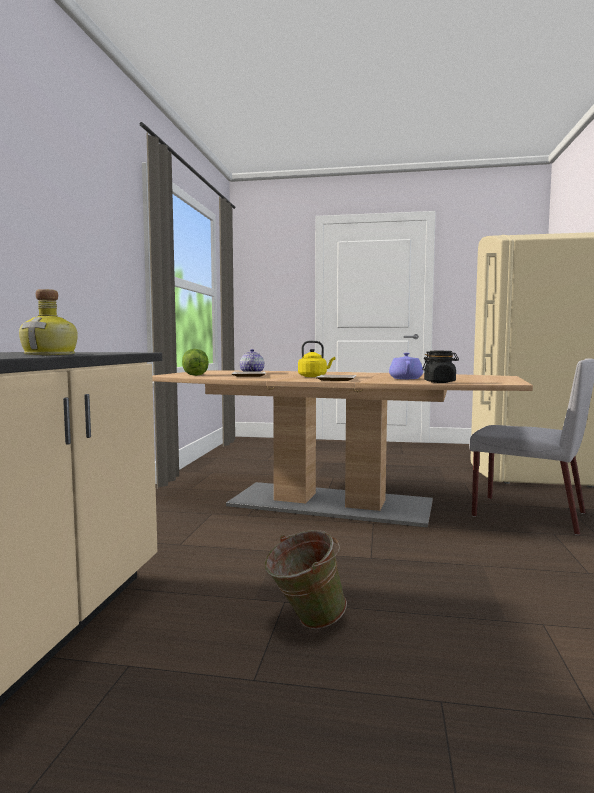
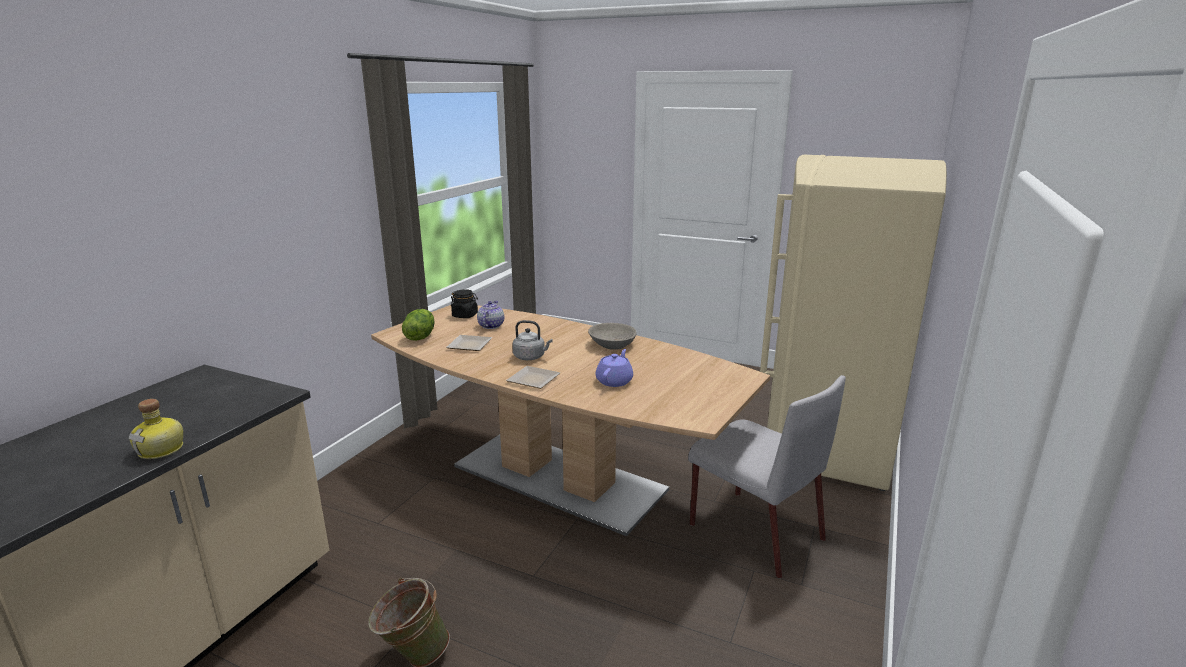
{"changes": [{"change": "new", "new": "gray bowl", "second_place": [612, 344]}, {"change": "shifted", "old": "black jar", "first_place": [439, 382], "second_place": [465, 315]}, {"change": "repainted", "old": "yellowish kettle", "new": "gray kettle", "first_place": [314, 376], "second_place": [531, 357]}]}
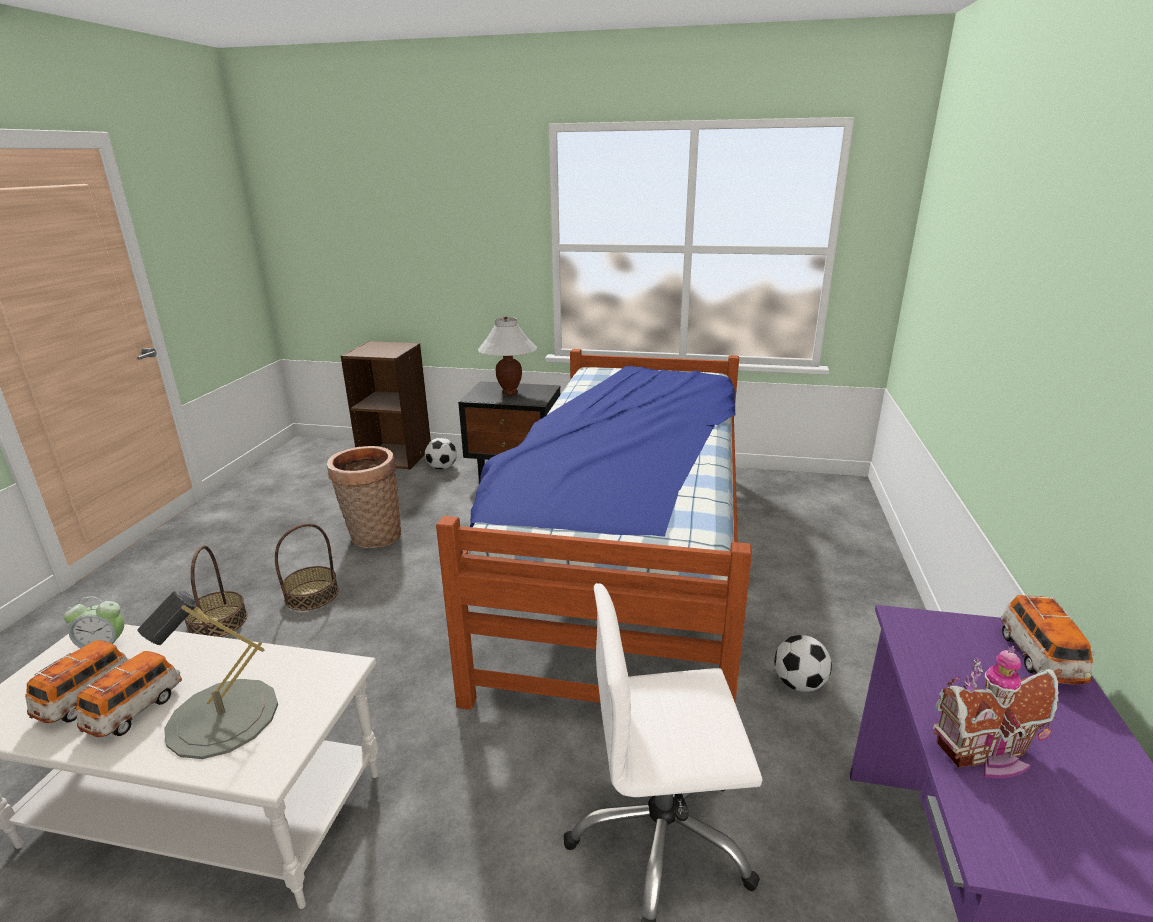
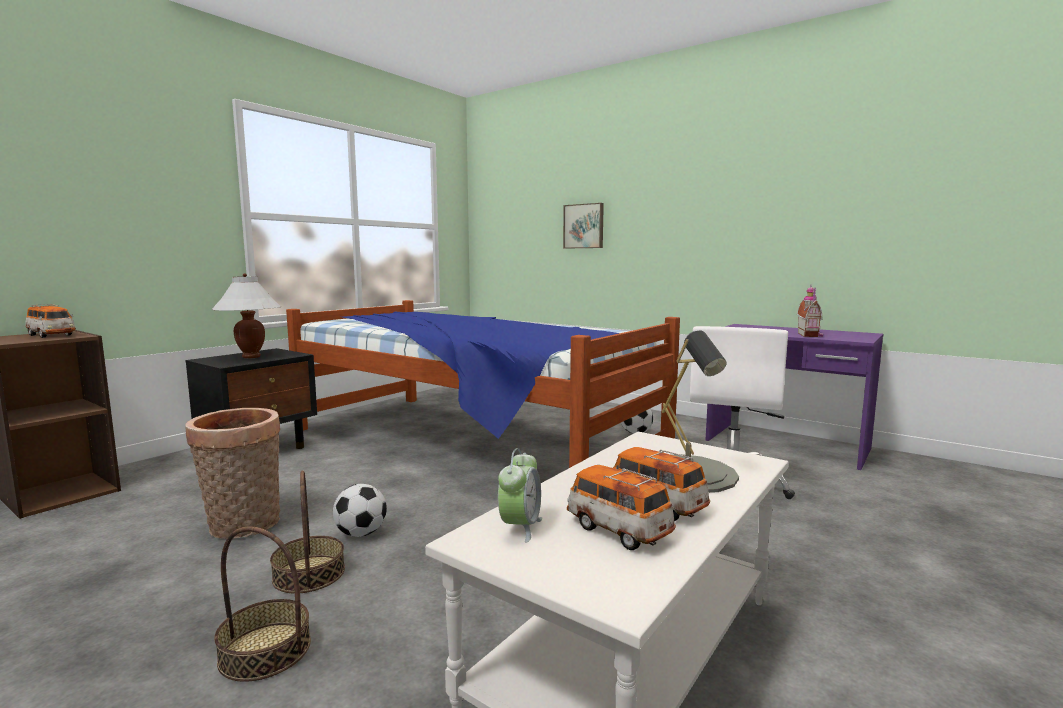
{"changes": [{"change": "new", "new": "wall art", "second_place": [584, 226]}, {"change": "shifted", "old": "football ball", "first_place": [442, 467], "second_place": [361, 533]}, {"change": "shifted", "old": "toy car", "first_place": [1039, 658], "second_place": [51, 335]}]}
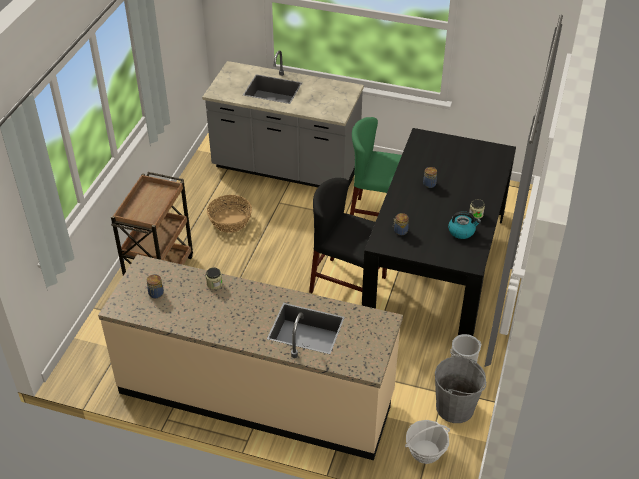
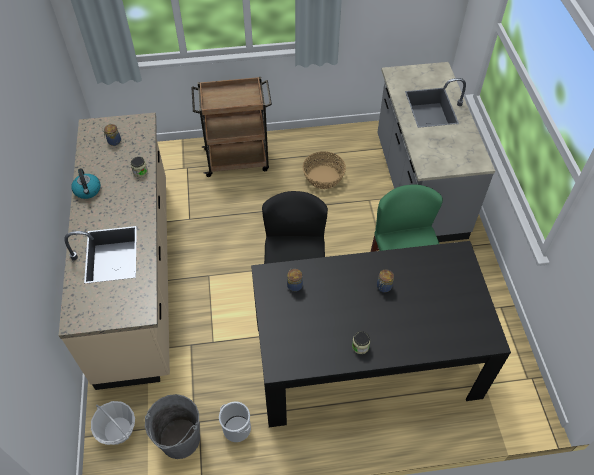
{"changes": [{"change": "shifted", "old": "kettle", "first_place": [462, 231], "second_place": [88, 190]}]}
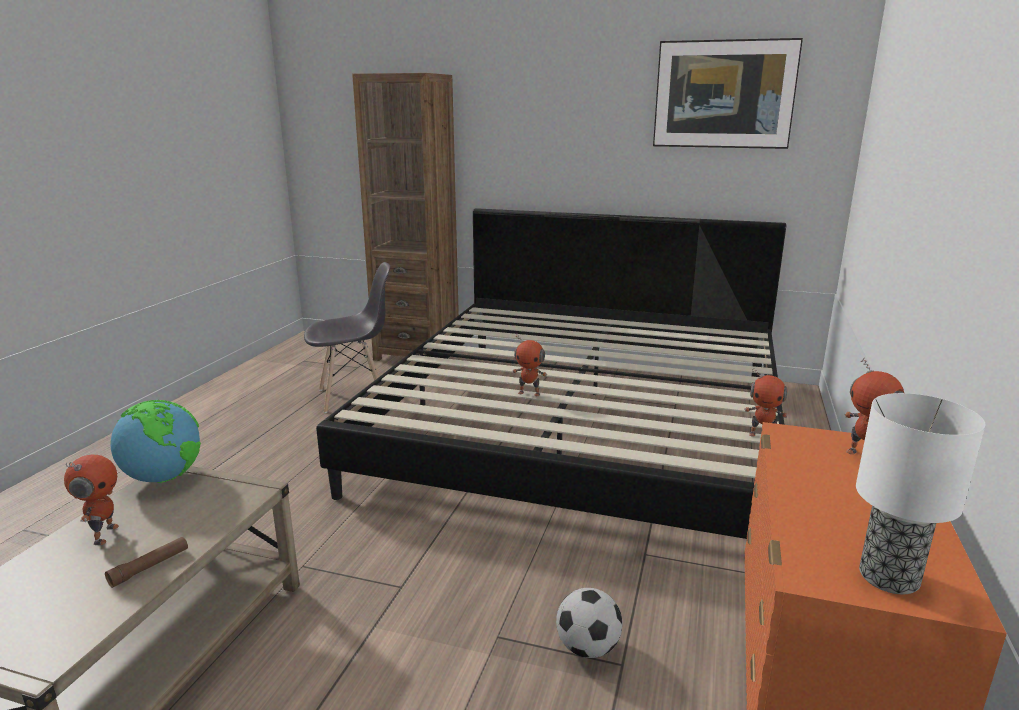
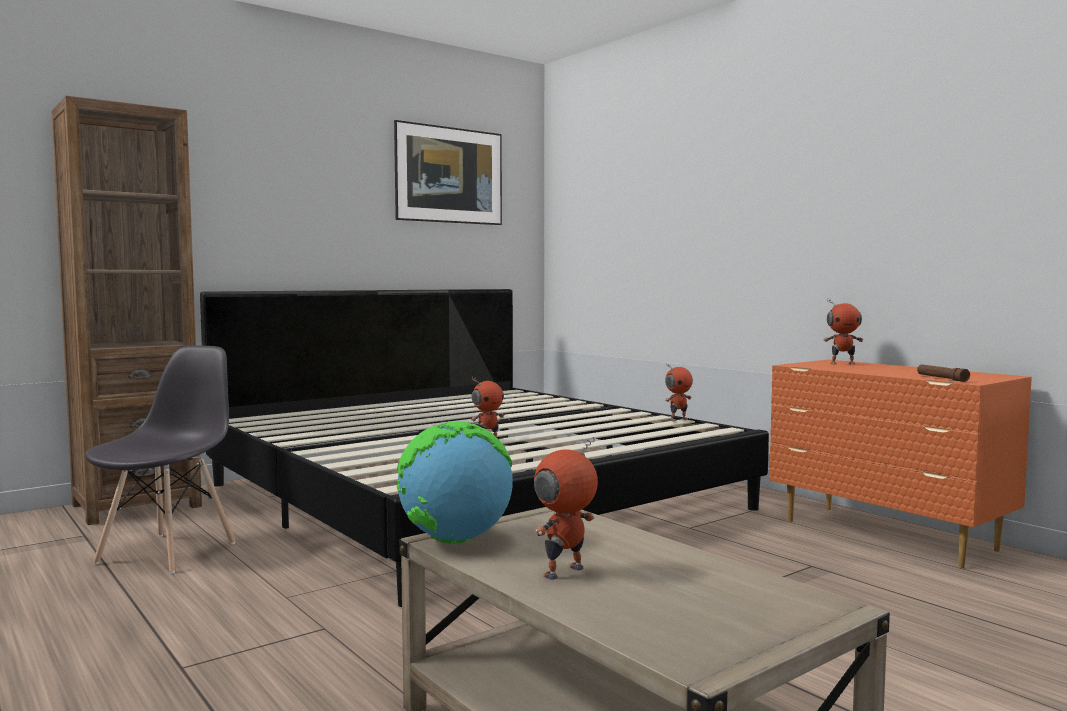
{"changes": [{"change": "gone", "old": "football ball", "first_place": [587, 648]}, {"change": "gone", "old": "lamp for a table", "first_place": [887, 577]}, {"change": "shifted", "old": "brown hand torch", "first_place": [150, 567], "second_place": [941, 378]}, {"change": "rotated", "old": "toy robot", "first_place": [104, 534], "second_place": [565, 573], "degrees": -75}]}
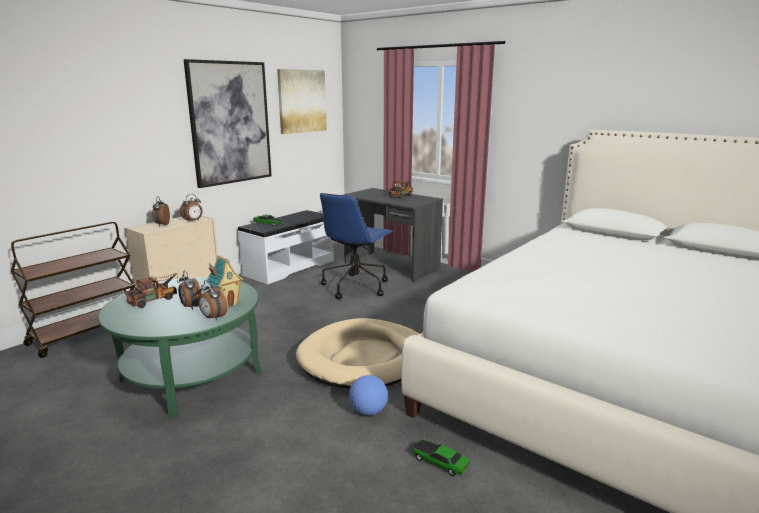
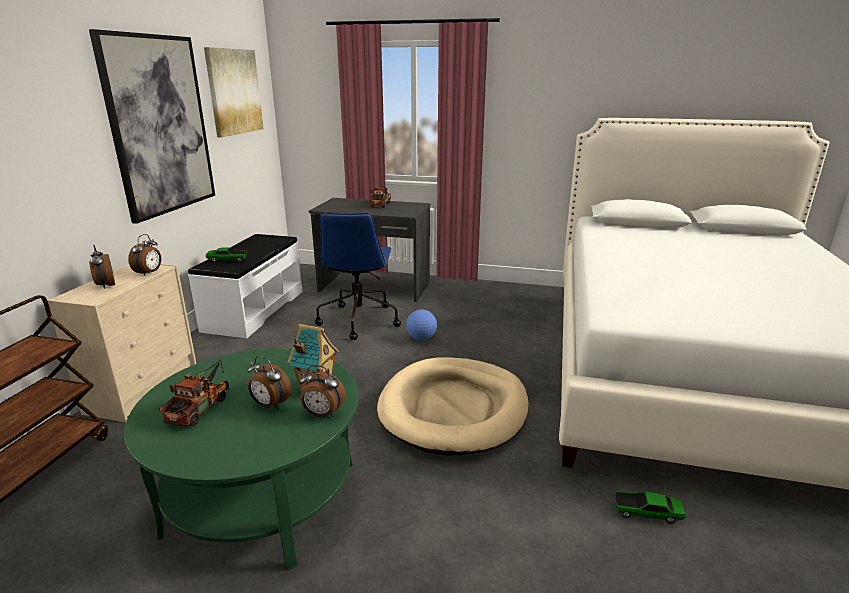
{"changes": [{"change": "shifted", "old": "football ball", "first_place": [368, 411], "second_place": [421, 338]}]}
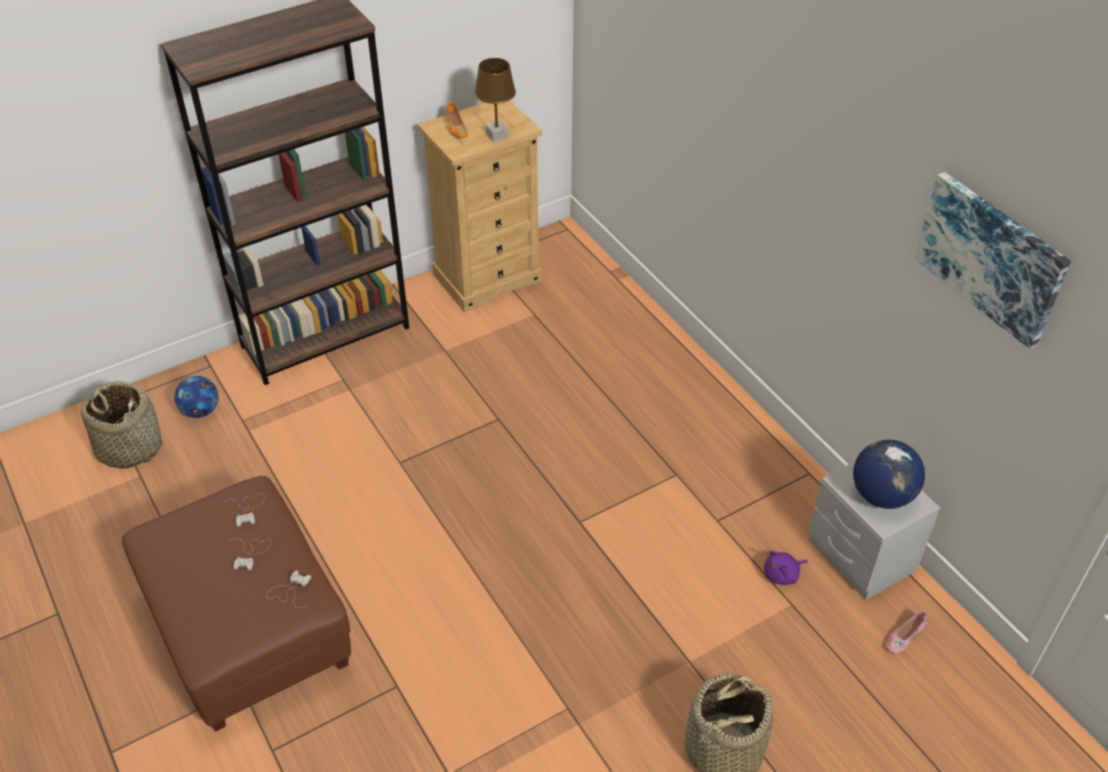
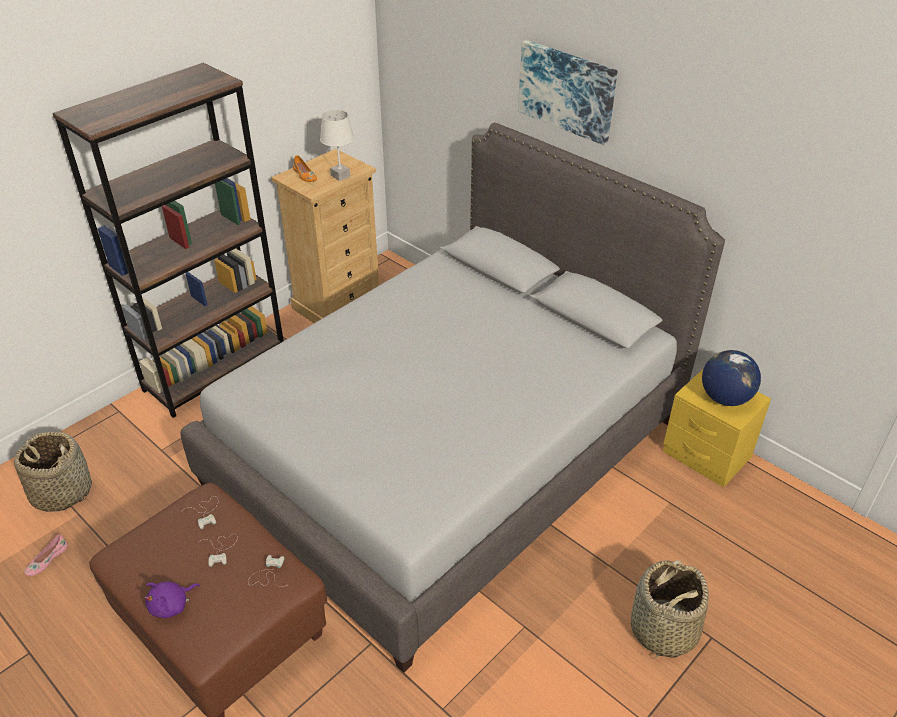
{"changes": [{"change": "gone", "old": "football ball", "first_place": [201, 411]}, {"change": "new", "new": "gray sleeping bed", "second_place": [449, 452]}, {"change": "shifted", "old": "purplish soft toy", "first_place": [782, 575], "second_place": [172, 605]}, {"change": "shifted", "old": "pink-coloured item of footwear", "first_place": [904, 636], "second_place": [47, 559]}, {"change": "shifted", "old": "wall art", "first_place": [991, 257], "second_place": [567, 90]}, {"change": "repainted", "old": "brown lamp for a table", "new": "whitish lamp for a table", "first_place": [496, 135], "second_place": [340, 176]}, {"change": "repainted", "old": "gray nightstand", "new": "yellowish nightstand", "first_place": [861, 555], "second_place": [706, 454]}]}
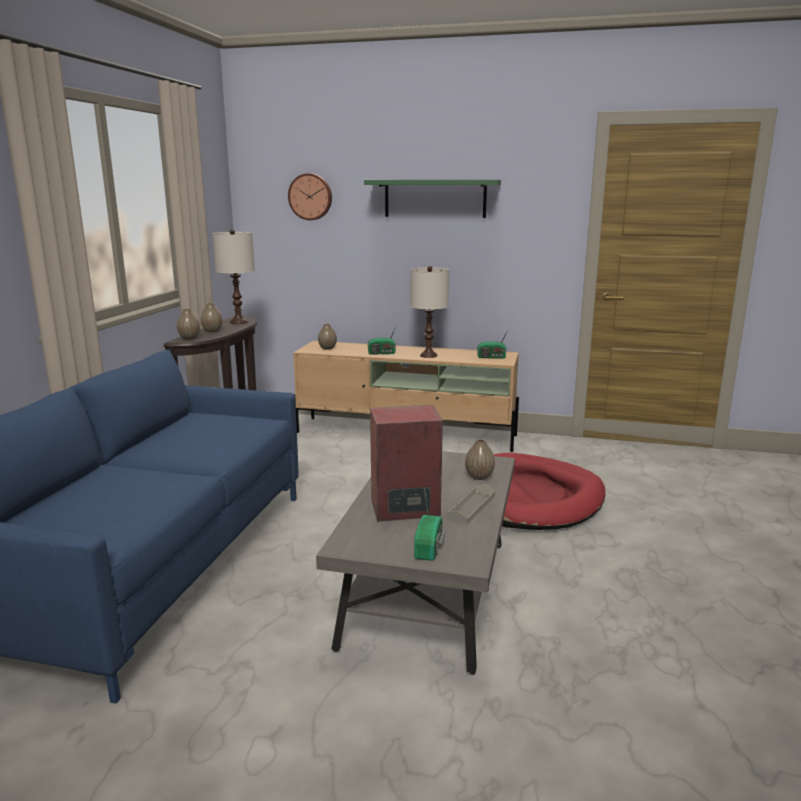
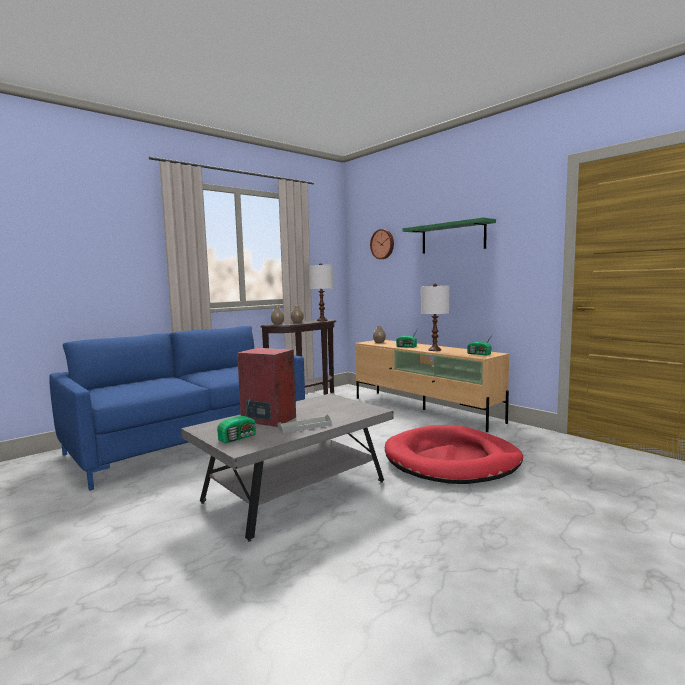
{"changes": [{"change": "gone", "old": "vase", "first_place": [479, 477]}]}
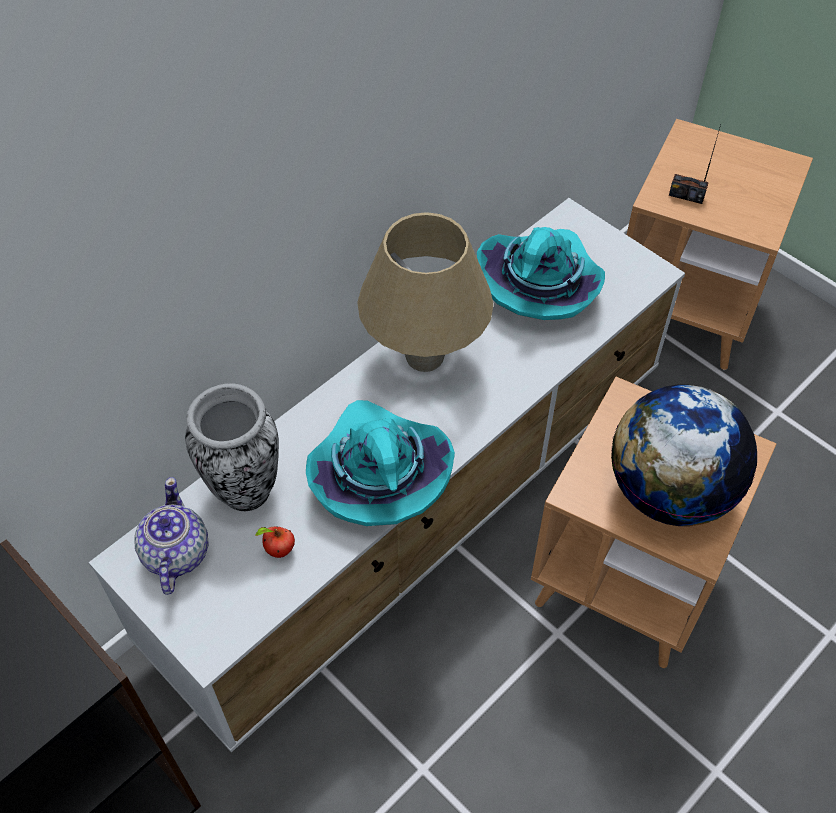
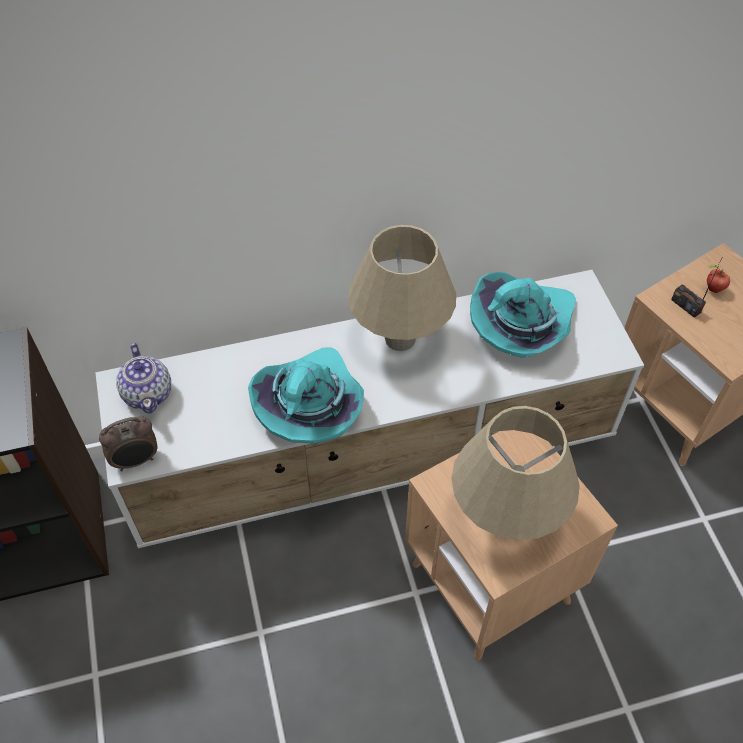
{"changes": [{"change": "gone", "old": "vase", "first_place": [245, 489]}, {"change": "new", "new": "alarm clock", "second_place": [136, 460]}, {"change": "shifted", "old": "apple fruit", "first_place": [278, 551], "second_place": [713, 289]}, {"change": "swapped", "old": "desk globe", "new": "beige-coloured lamp for a table", "first_place": [669, 491], "second_place": [505, 518]}, {"change": "rotated", "old": "tea pot", "first_place": [175, 554], "second_place": [148, 393], "degrees": 135}]}
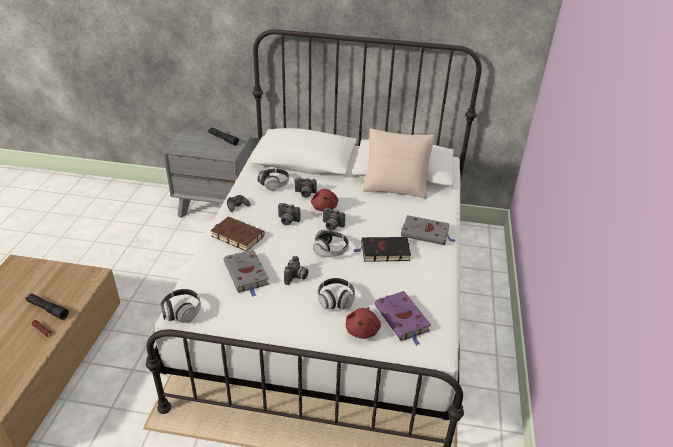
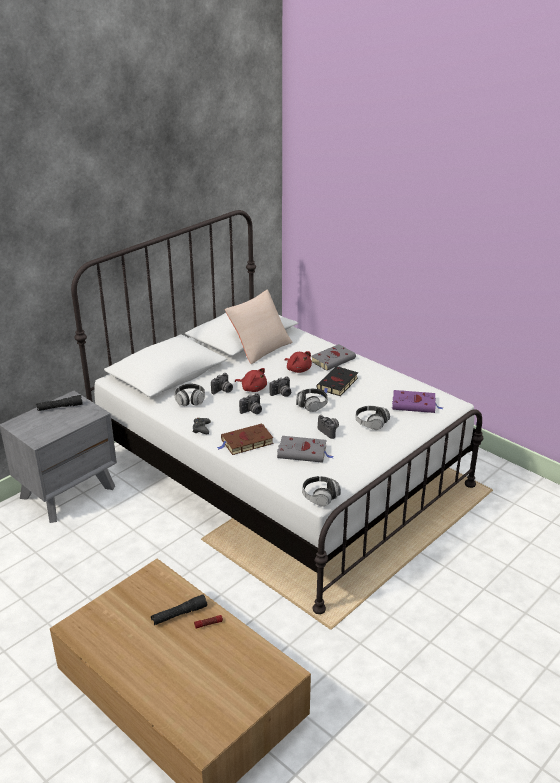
{"changes": [{"change": "shifted", "old": "red-coloured soft toy", "first_place": [362, 330], "second_place": [298, 369]}]}
